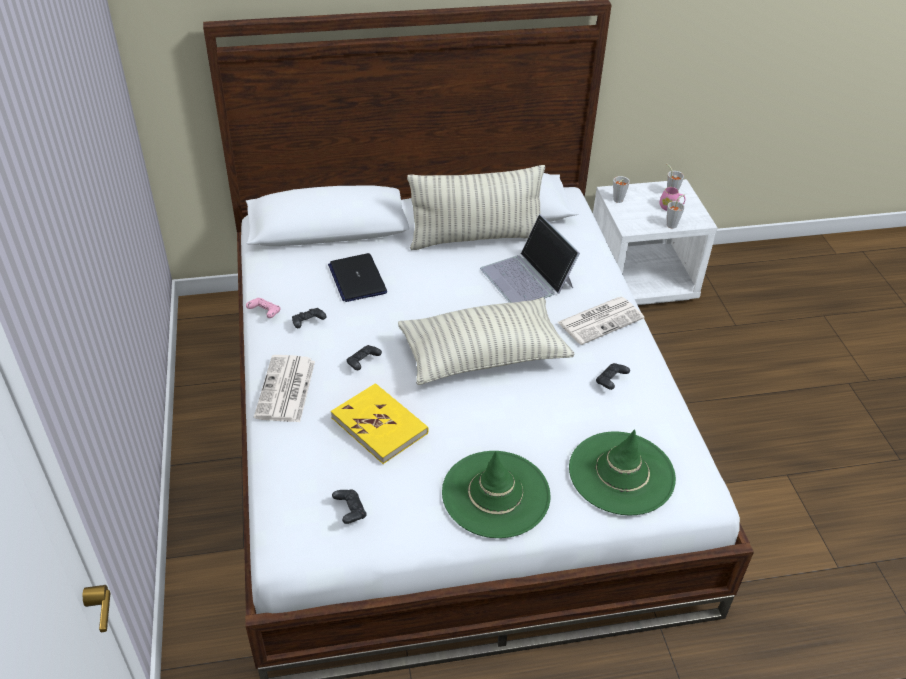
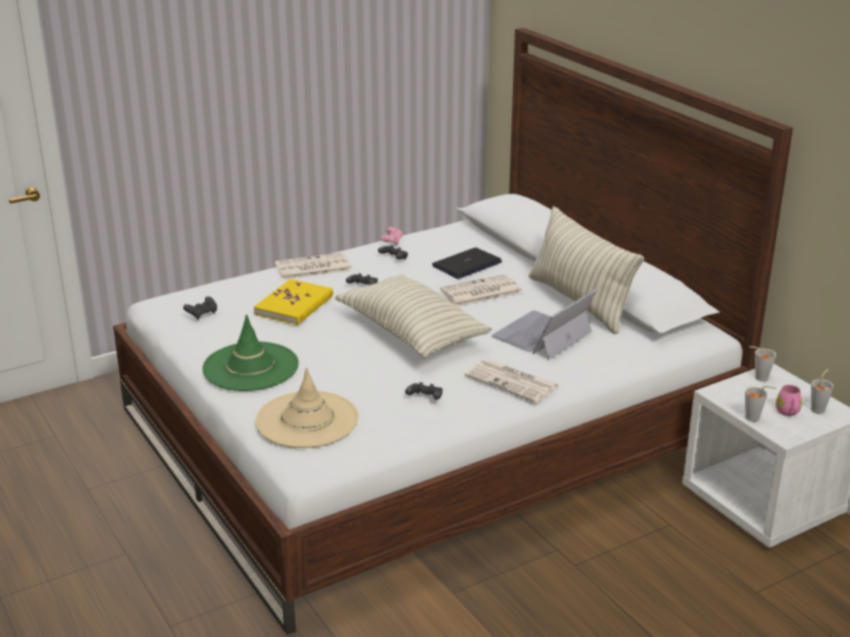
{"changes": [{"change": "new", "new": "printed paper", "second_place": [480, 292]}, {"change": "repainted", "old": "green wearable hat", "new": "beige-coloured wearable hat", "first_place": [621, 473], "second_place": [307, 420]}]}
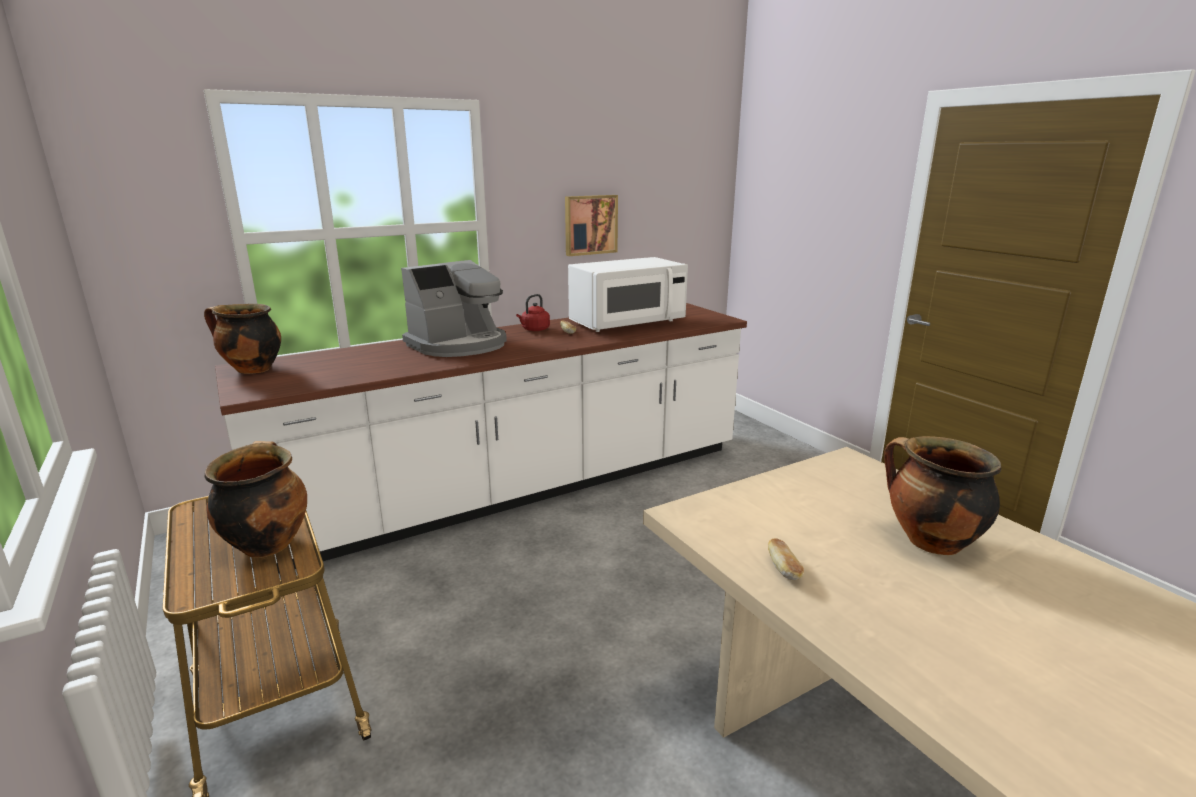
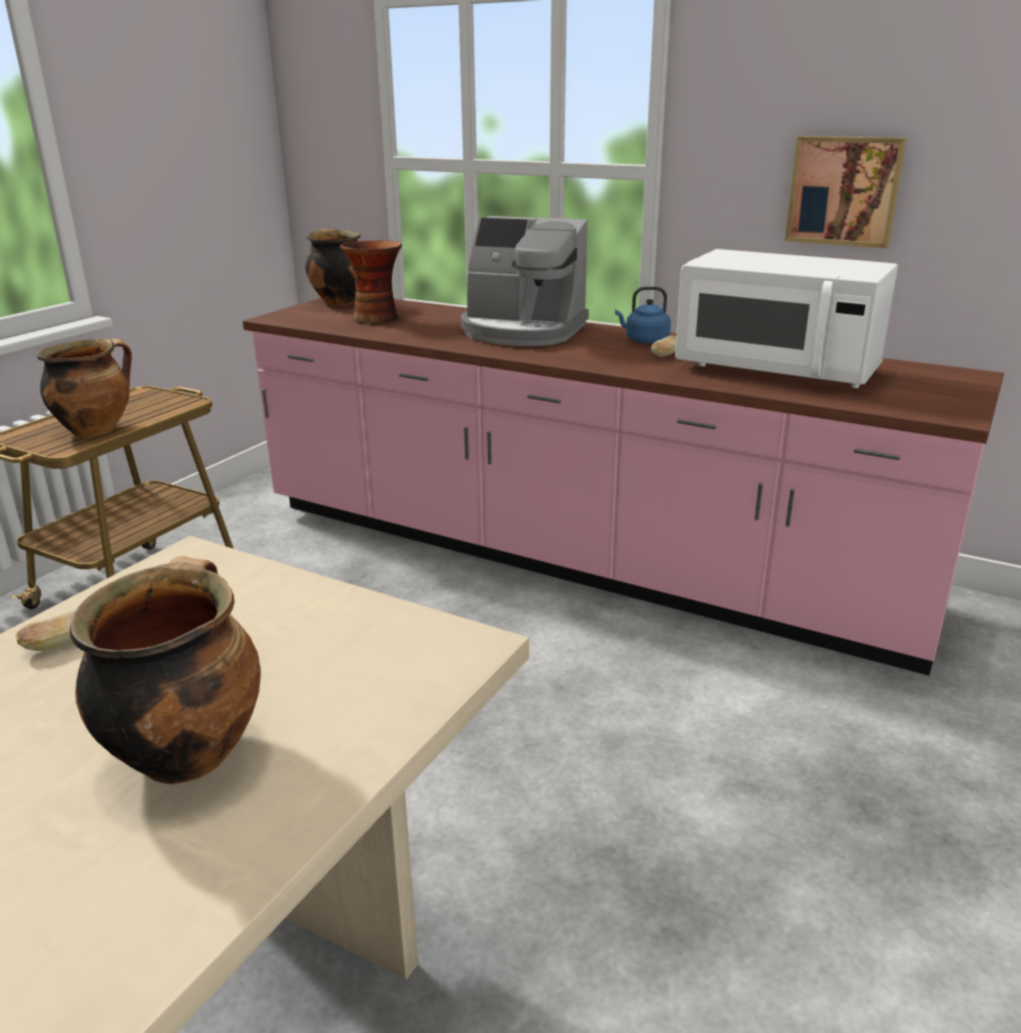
{"changes": [{"change": "new", "new": "vase", "second_place": [376, 318]}, {"change": "repainted", "old": "whitish counter", "new": "pink-coloured counter", "first_place": [518, 489], "second_place": [575, 558]}, {"change": "repainted", "old": "red-coloured kettle", "new": "bluish kettle", "first_place": [534, 330], "second_place": [644, 341]}]}
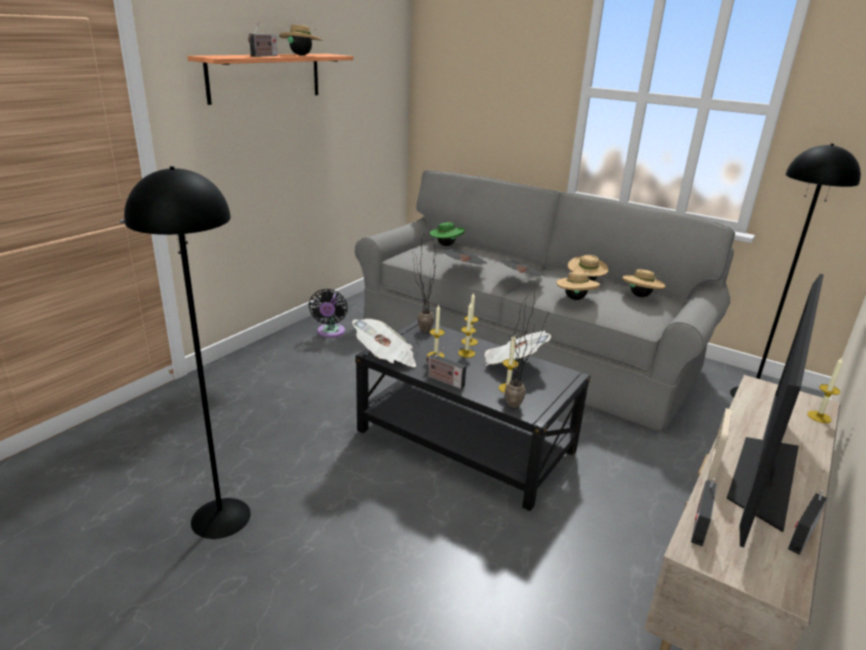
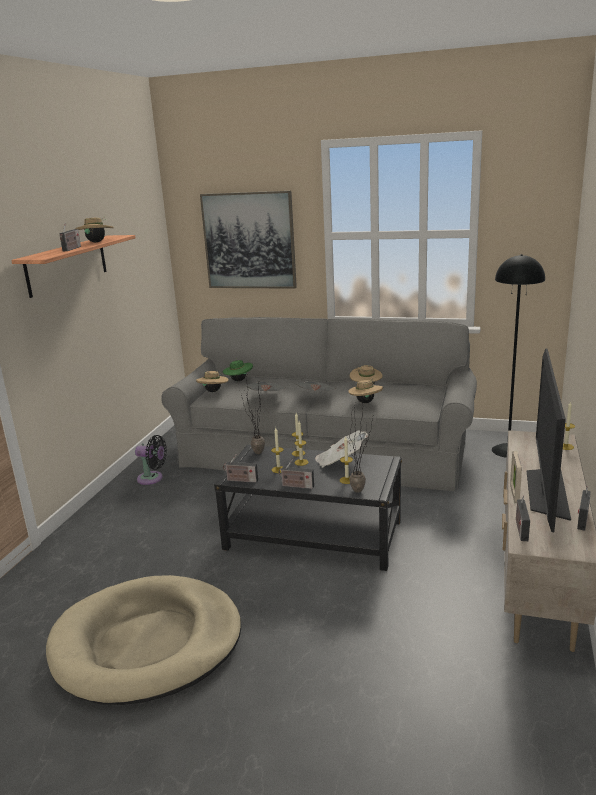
{"changes": [{"change": "new", "new": "wall art", "second_place": [249, 241]}, {"change": "shifted", "old": "beige-coloured wearable hat", "first_place": [640, 296], "second_place": [213, 391]}, {"change": "swapped", "old": "black floor lamp", "new": "beige-coloured pet bed", "first_place": [221, 517], "second_place": [147, 643]}, {"change": "swapped", "old": "printed paper", "new": "radio", "first_place": [386, 358], "second_place": [240, 480]}, {"change": "rotated", "old": "black electric fan", "first_place": [330, 333], "second_place": [152, 478], "degrees": -60}]}
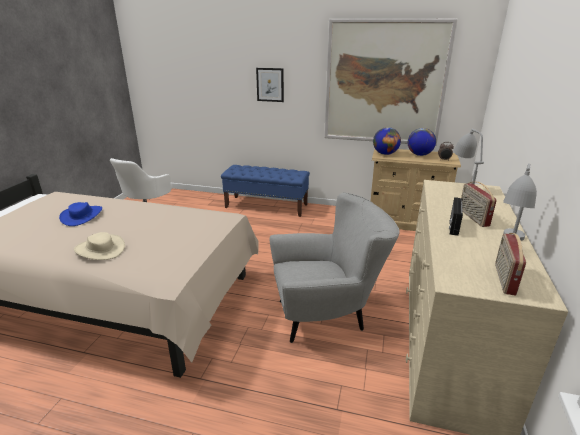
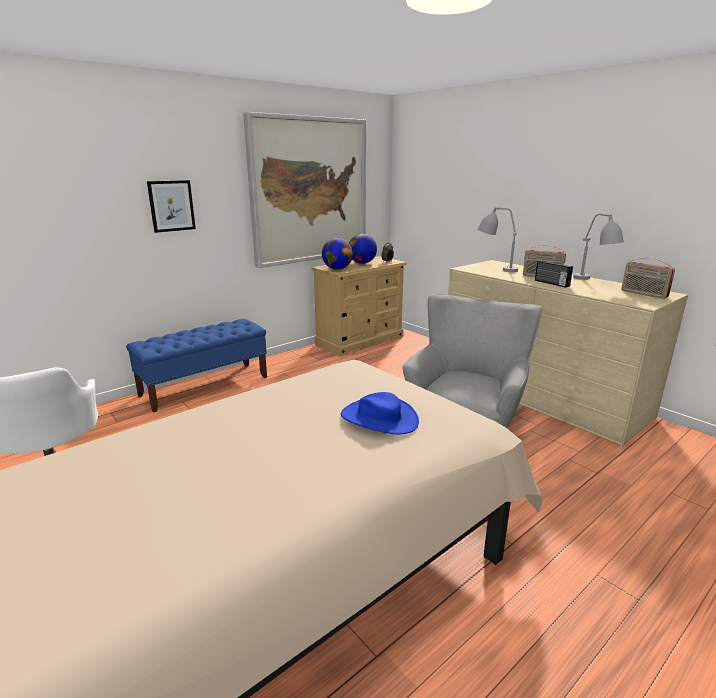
{"changes": [{"change": "gone", "old": "beige-coloured wearable hat", "first_place": [100, 249]}, {"change": "shifted", "old": "bluish wearable hat", "first_place": [82, 216], "second_place": [379, 418]}]}
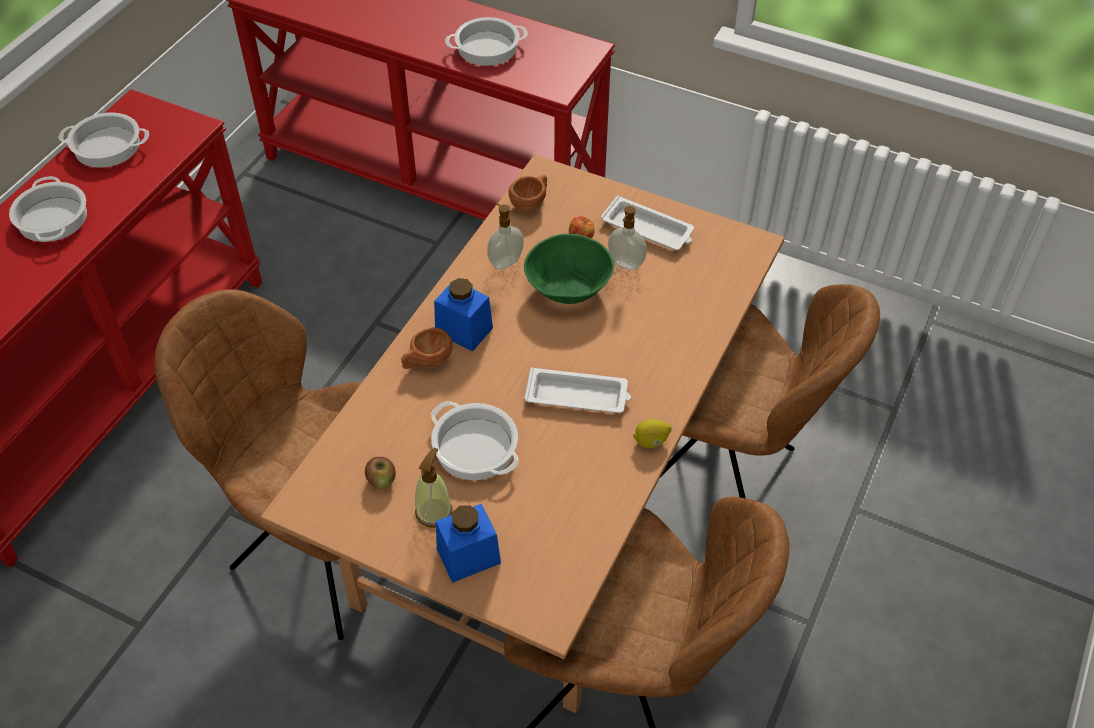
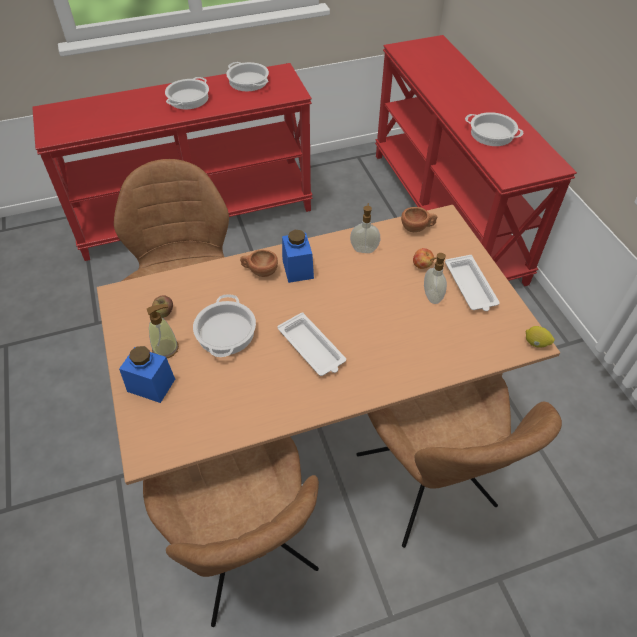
{"changes": [{"change": "gone", "old": "green bowl", "first_place": [569, 289]}, {"change": "shifted", "old": "citrus fruit", "first_place": [651, 441], "second_place": [536, 343]}]}
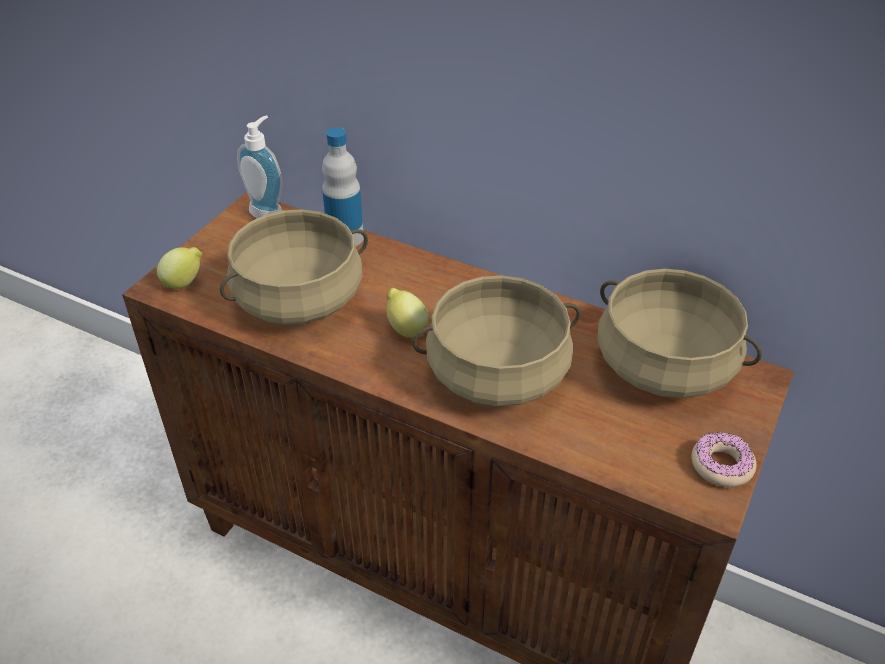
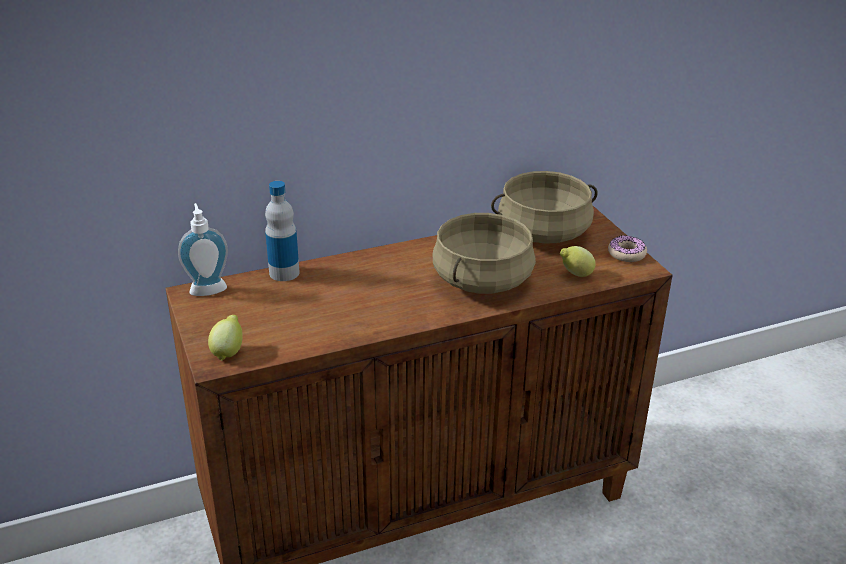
{"changes": [{"change": "gone", "old": "beige-coloured saucepot", "first_place": [299, 300]}, {"change": "shifted", "old": "citrus fruit", "first_place": [406, 329], "second_place": [575, 275]}]}
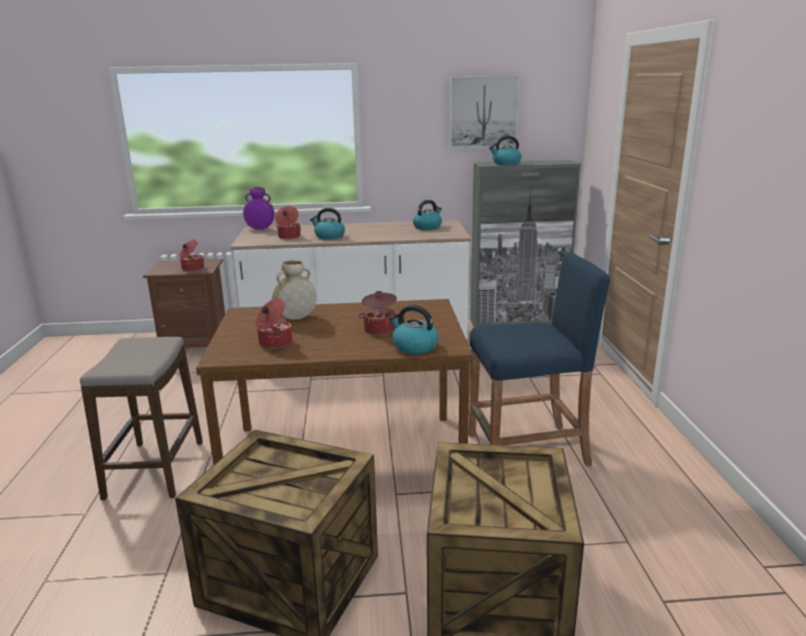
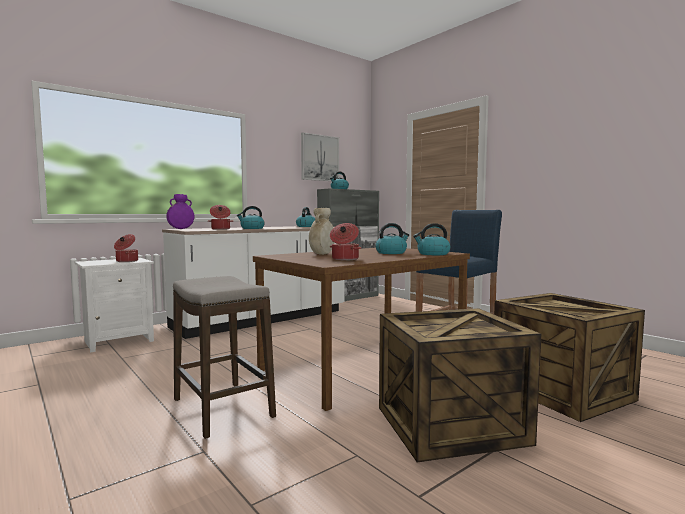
{"changes": [{"change": "swapped", "old": "saucepot", "new": "kettle", "first_place": [380, 329], "second_place": [391, 253]}, {"change": "repainted", "old": "brown nightstand", "new": "whitish nightstand", "first_place": [196, 346], "second_place": [118, 341]}]}
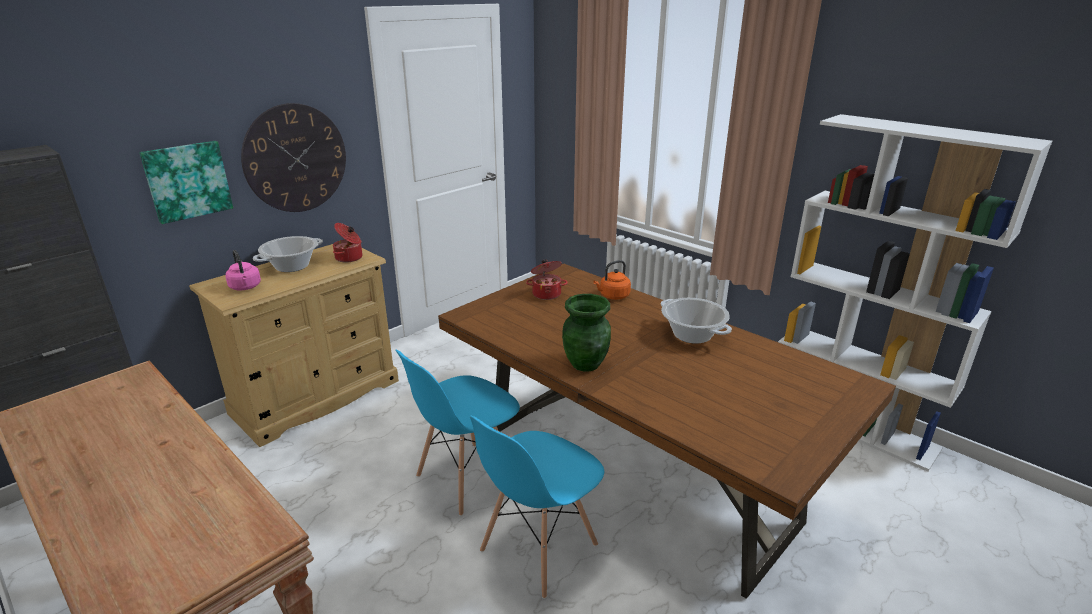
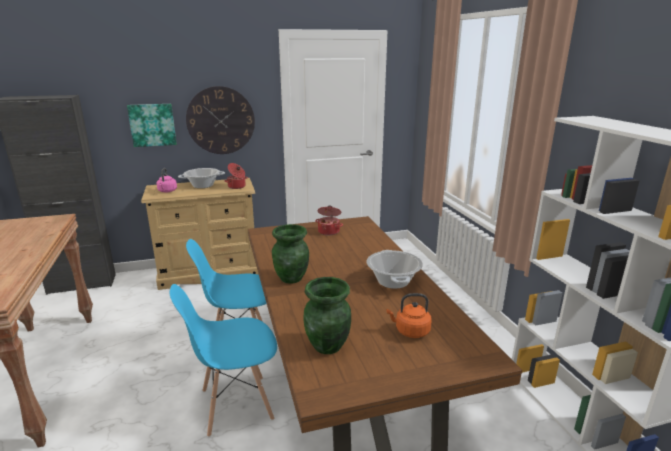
{"changes": [{"change": "new", "new": "green vase", "second_place": [328, 346]}, {"change": "shifted", "old": "orange kettle", "first_place": [613, 296], "second_place": [410, 331]}]}
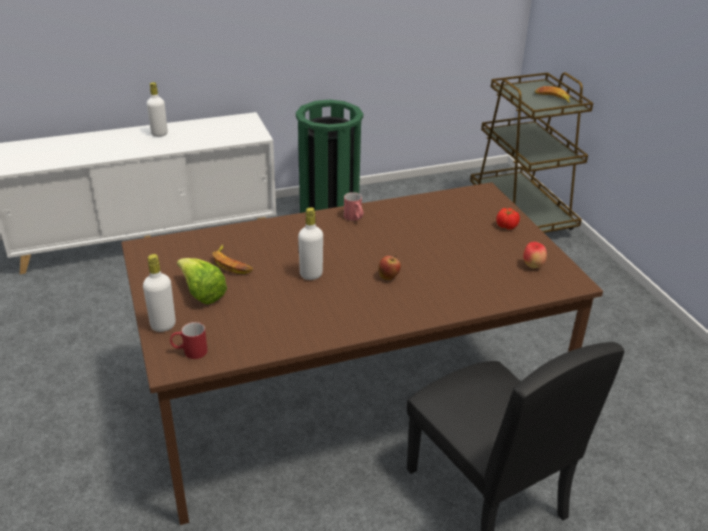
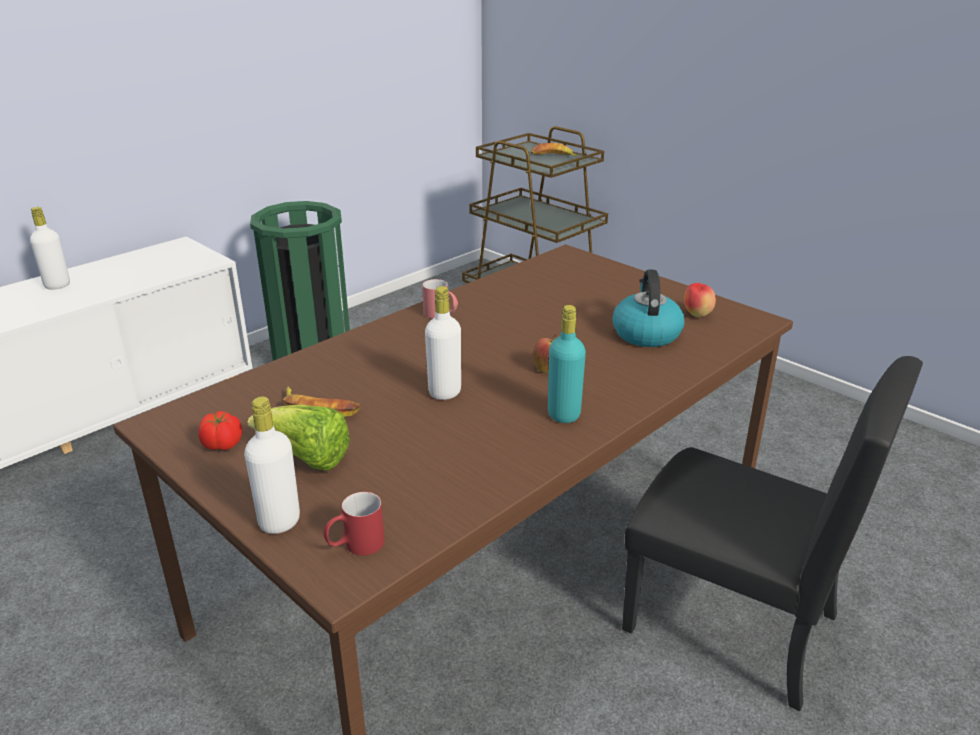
{"changes": [{"change": "new", "new": "turquoise-coloured drink bottle", "second_place": [563, 414]}, {"change": "new", "new": "kettle", "second_place": [645, 333]}, {"change": "shifted", "old": "whole tomato", "first_place": [507, 226], "second_place": [223, 445]}]}
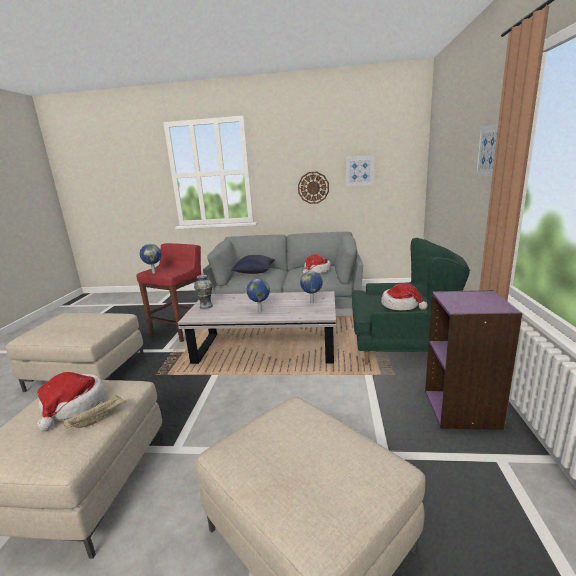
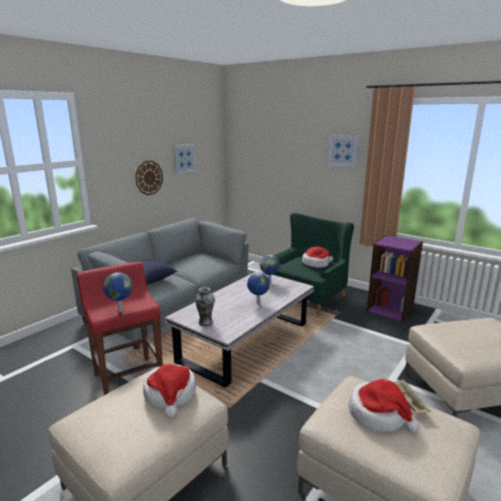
{"changes": [{"change": "shifted", "old": "wearable hat", "first_place": [316, 271], "second_place": [170, 395]}]}
